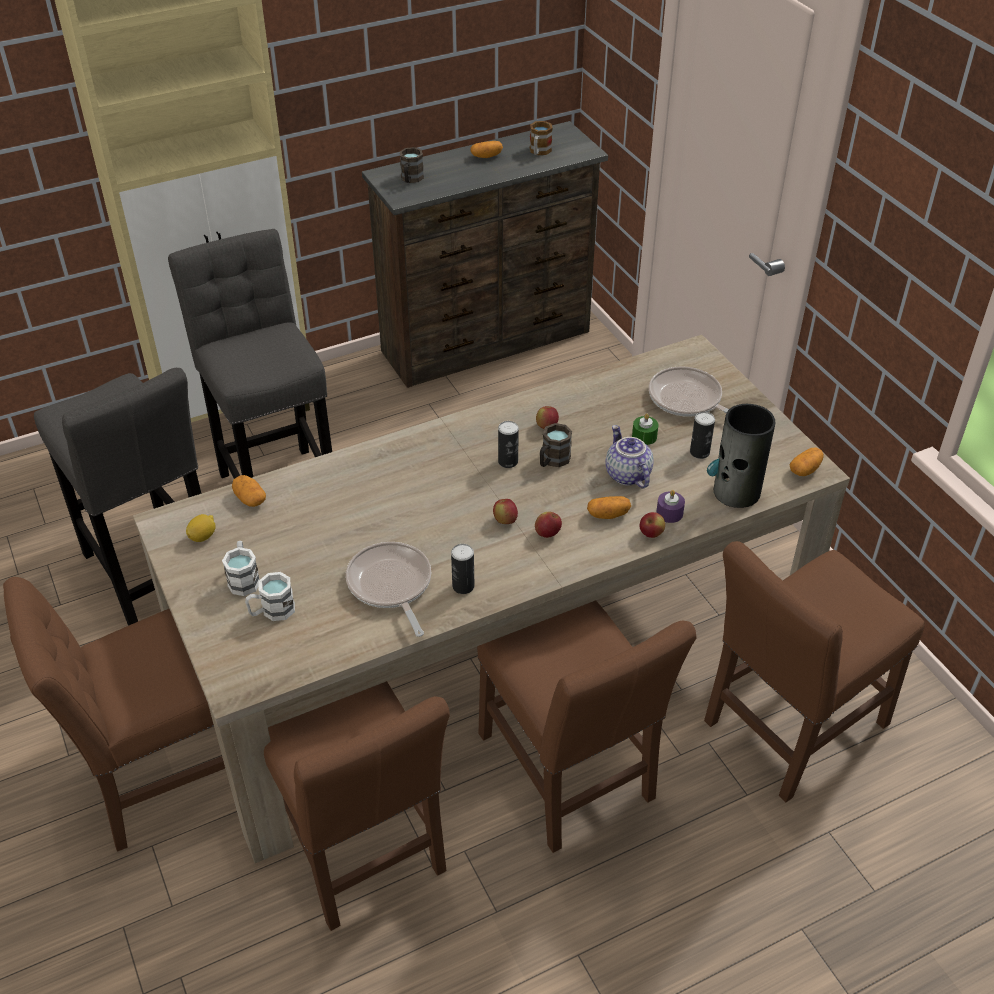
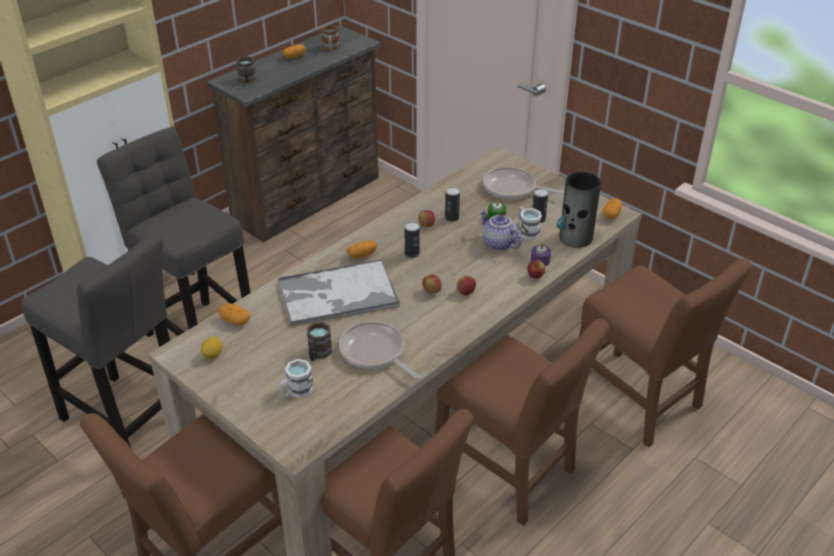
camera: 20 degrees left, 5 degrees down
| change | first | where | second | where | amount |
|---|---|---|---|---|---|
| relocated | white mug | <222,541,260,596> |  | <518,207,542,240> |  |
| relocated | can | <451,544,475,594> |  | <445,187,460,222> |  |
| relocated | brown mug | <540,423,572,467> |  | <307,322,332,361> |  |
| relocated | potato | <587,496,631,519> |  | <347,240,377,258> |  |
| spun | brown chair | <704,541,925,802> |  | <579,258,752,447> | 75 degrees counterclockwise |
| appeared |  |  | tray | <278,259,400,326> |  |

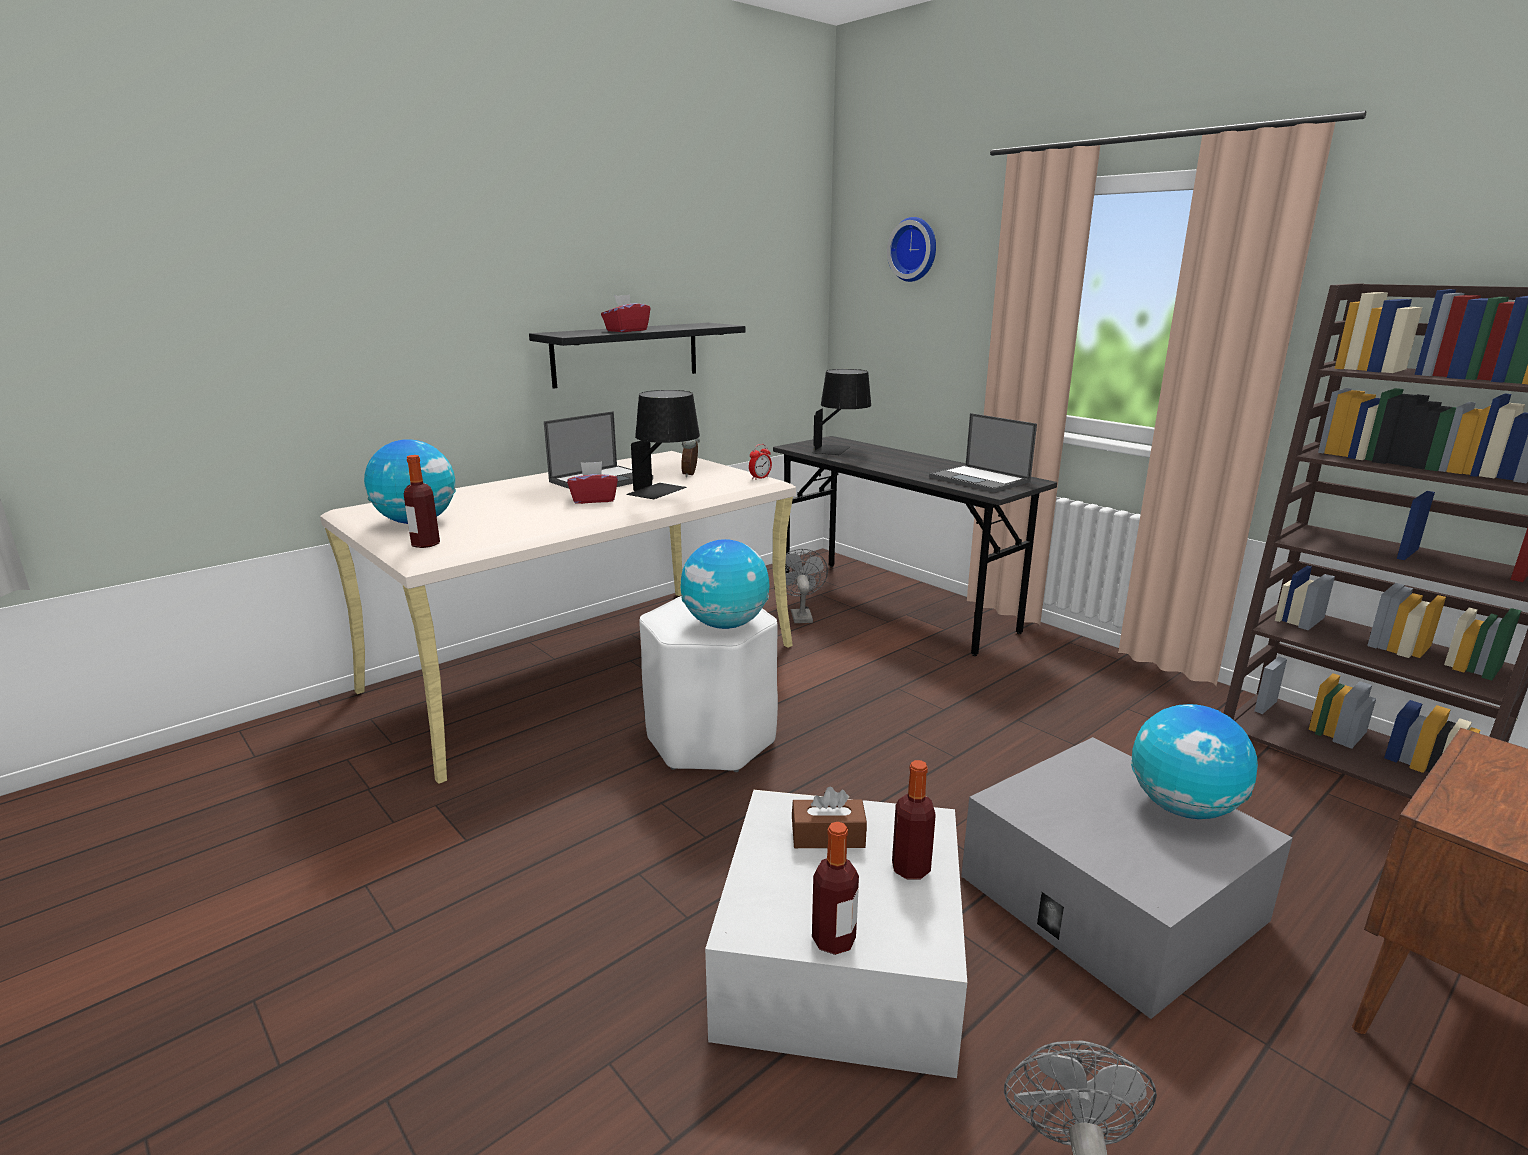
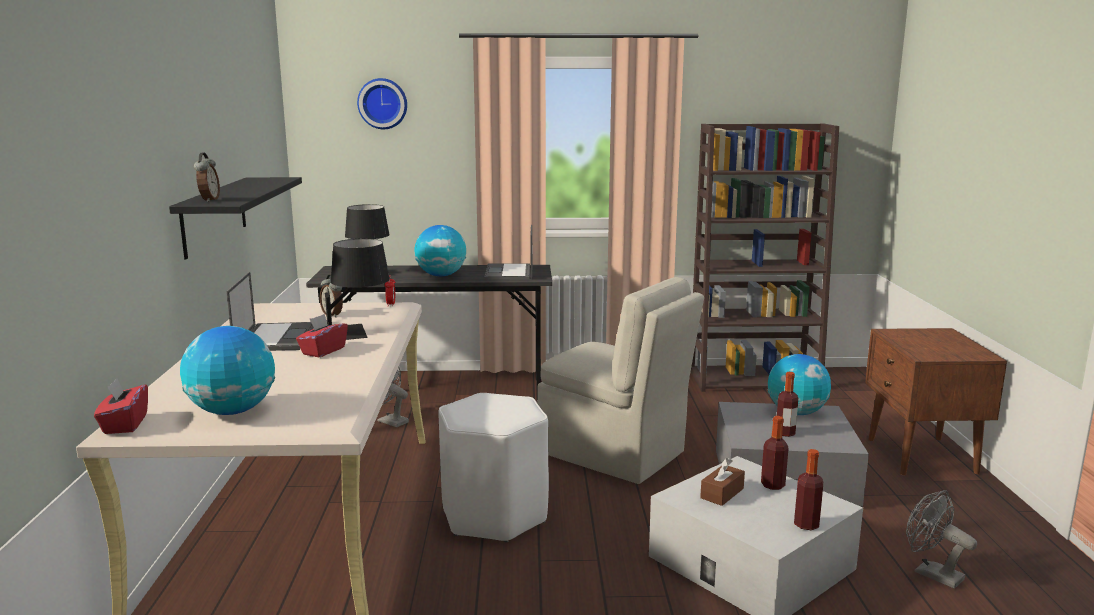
camera: 50 degrees left, 5 degrees down
| change | first | where | second | where | amount |
|---|---|---|---|---|---|
| relocated | bottle | <404,455,440,548> |  | <777,372,798,437> |  |
| relocated | red tissue box | <601,295,651,332> |  | <94,378,148,434> |  |
| relocated | globe | <681,539,770,629> |  | <414,225,466,276> |  |
| spun | laptop | <929,413,1037,492> |  | <484,225,533,280> | 90 degrees clockwise |
| appeared |  |  | alarm clock | <194,152,220,202> |  |
| appeared |  |  | beige chair | <537,277,704,484> |  |

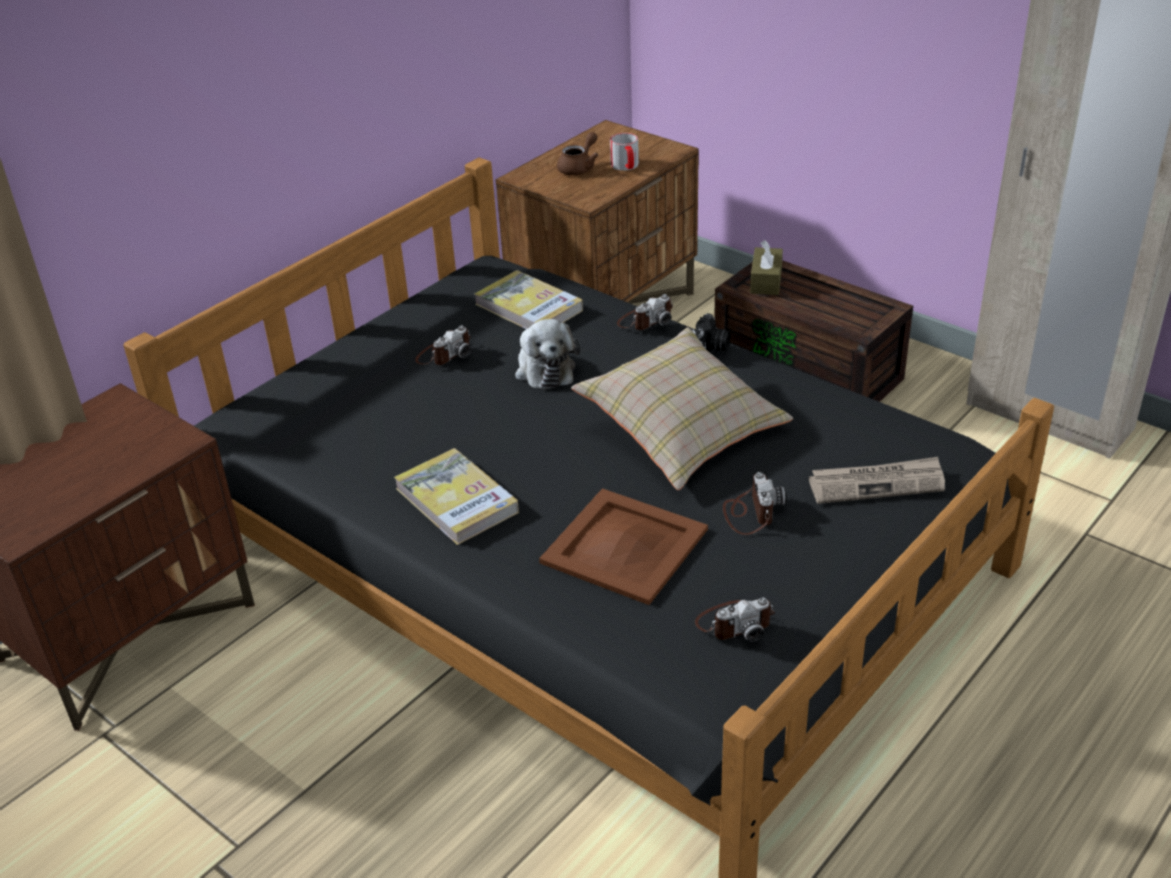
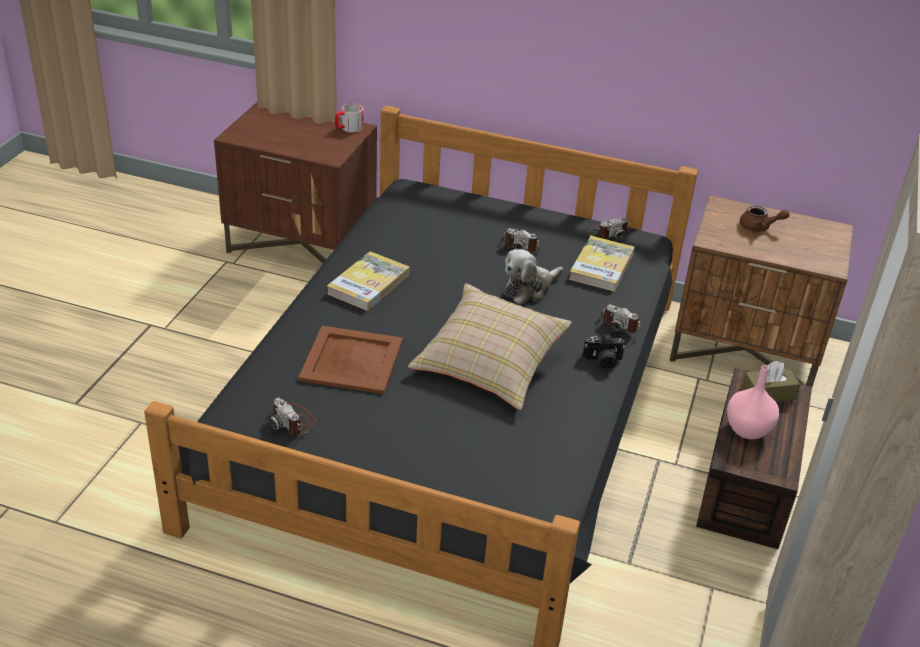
camera: 65 degrees right, 0 degrees up
| change | first | where | second | where | amount |
|---|---|---|---|---|---|
| relocated | mug | <610,133,639,171> |  | <335,103,363,133> |  |
| relocated | photo camera | <723,472,787,535> |  | <586,218,629,240> |  |
| missing | newspaper | <809,457,945,504> |  |  |  |
| appeared |  |  | pink vase | <727,365,779,439> |  |

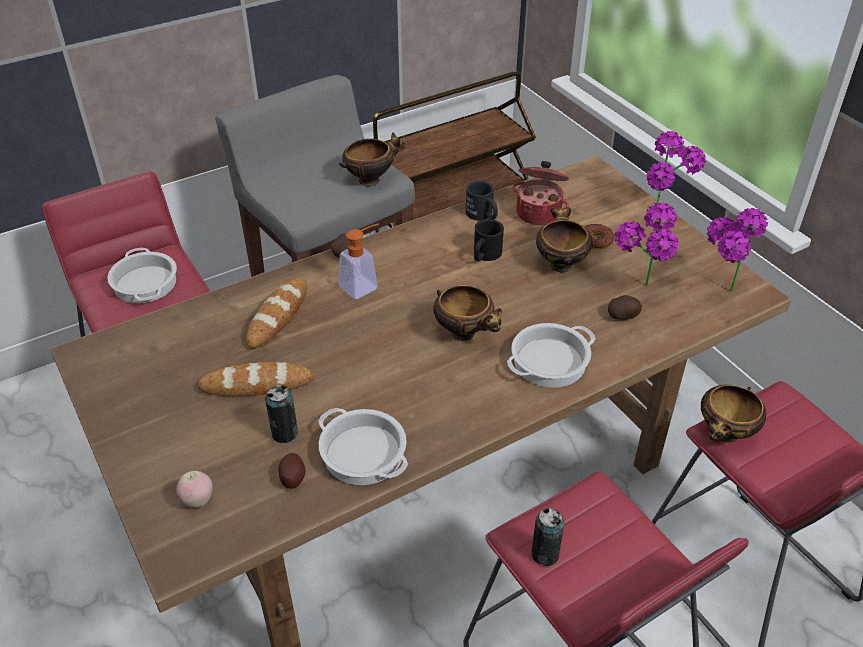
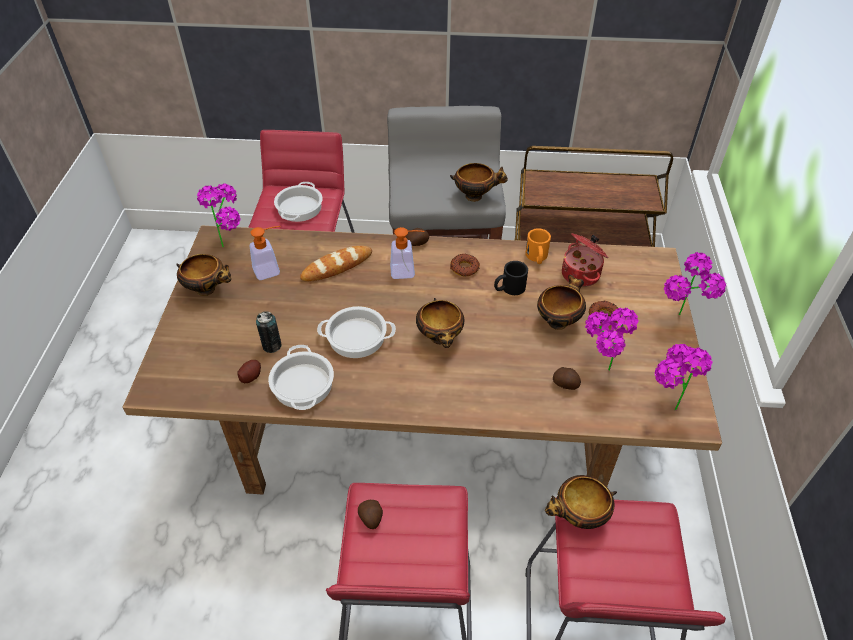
camera: 35 degrees right, 5 degrees up
| change | first | where | second | where | amount |
|---|---|---|---|---|---|
| missing | apple | <176,471,213,508> |  |  |  |
| missing | bread | <197,362,314,396> |  |  |  |
| colour | black mug | <466,181,498,220> | orange mug | <525,228,551,264> |  |
| relocated | cooking pot | <507,323,596,388> |  | <317,306,396,358> |  |
| exchanged | can | <532,508,564,566> | potato | <358,500,383,529> |  |
| appeared |  |  | bowl | <176,254,231,296> |  |
| appeared |  |  | potted plant | <197,183,240,247> |  |
| appeared |  |  | soap dispenser | <250,226,280,280> |  |
| appeared |  |  | donut | <450,254,480,277> |  |

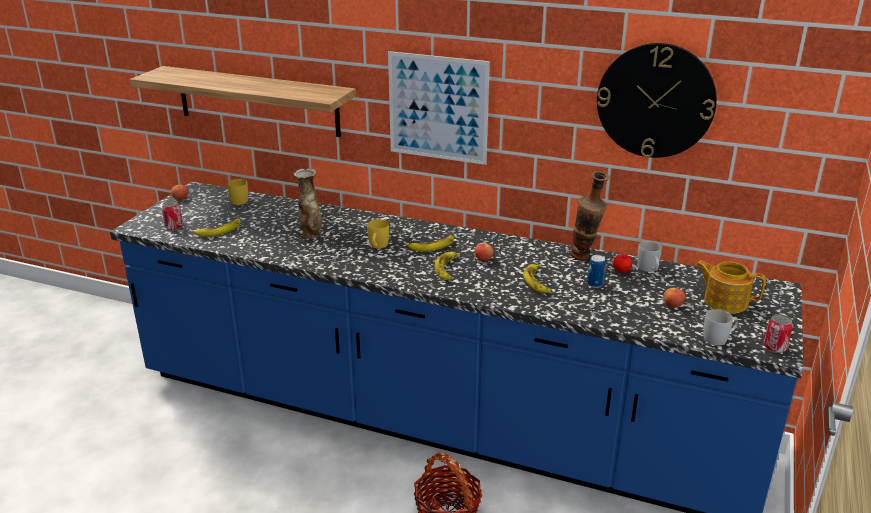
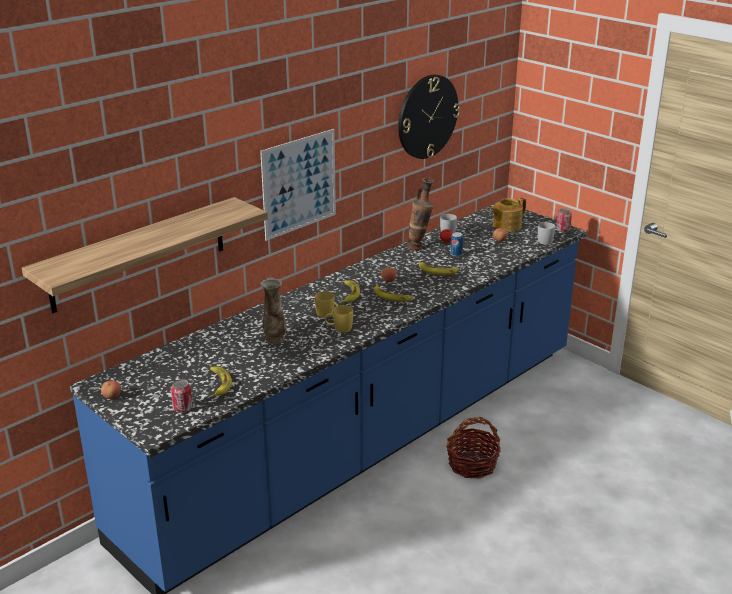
camera: 65 degrees left, 0 degrees up
| change | first | where | second | where | amount |
|---|---|---|---|---|---|
| relocated | yellow mug | <227,179,248,205> |  | <325,305,353,332> |  |

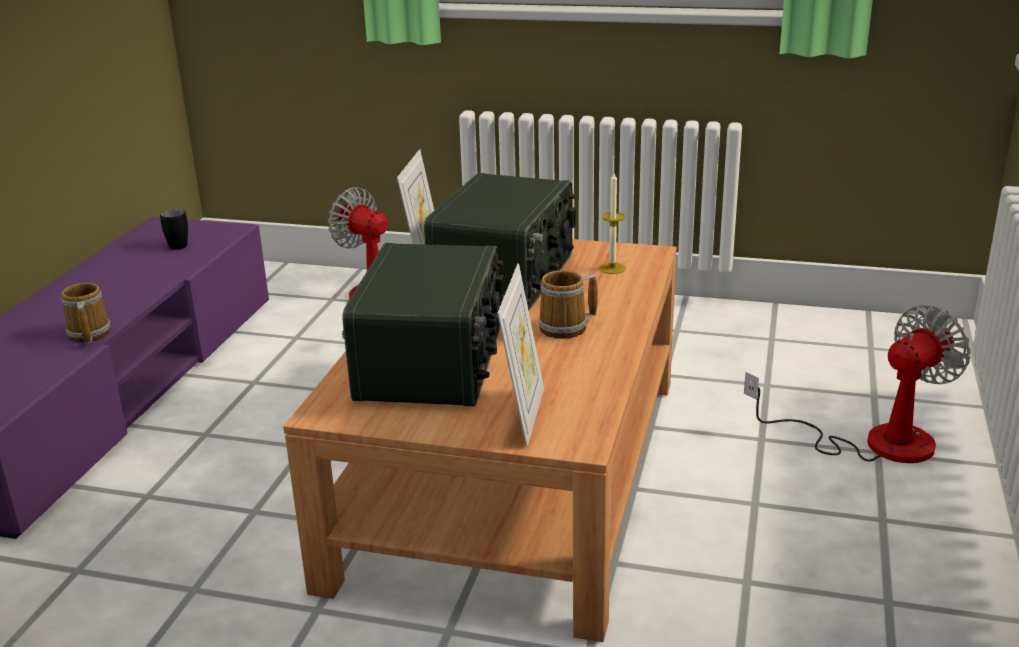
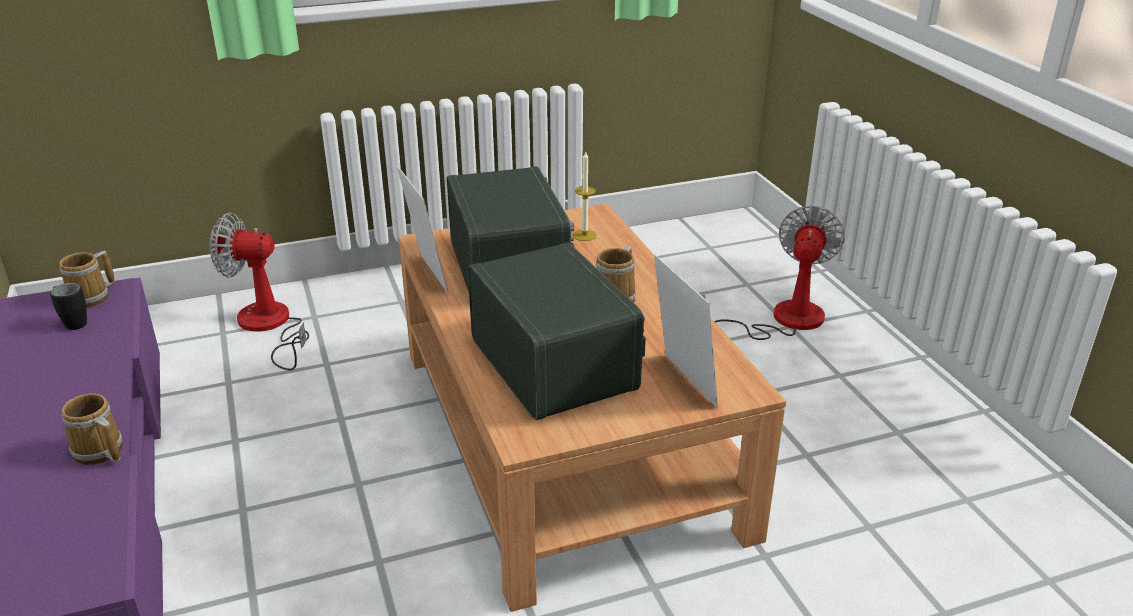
camera: 35 degrees left, 5 degrees up
| change | first | where | second | where | amount |
|---|---|---|---|---|---|
| appeared |  |  | mug | <60,251,115,308> |  |

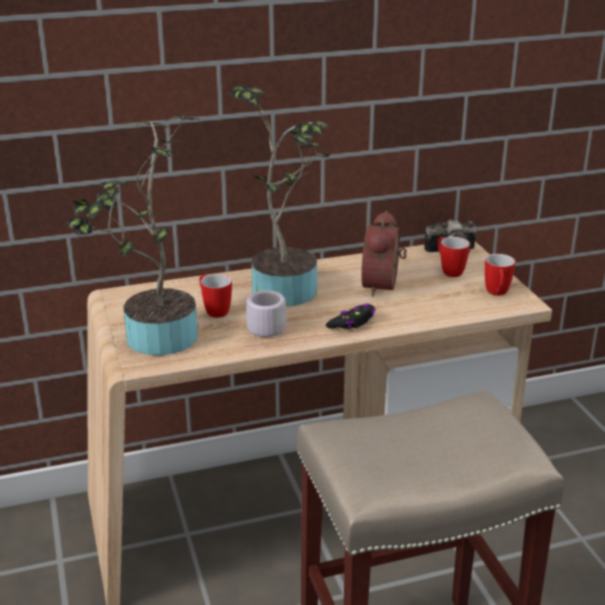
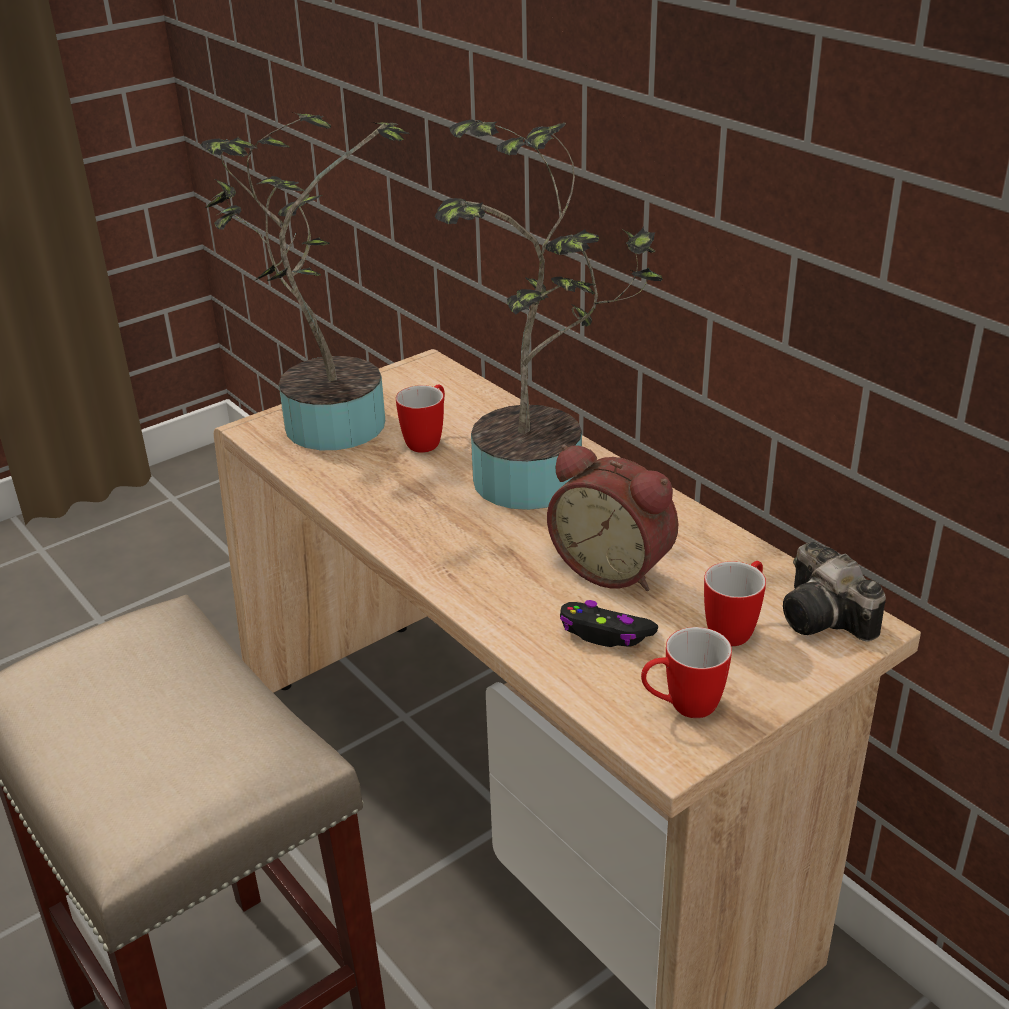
camera: 70 degrees right, 5 degrees up
| change | first | where | second | where | amount |
|---|---|---|---|---|---|
| missing | grey mug | <246,286,286,344> |  |  |  |
| relocated | black game controller | <326,303,376,329> |  | <560,600,658,647> |  |
| spun | alarm clock | <361,211,407,297> |  | <547,445,679,591> | 135 degrees counterclockwise |

